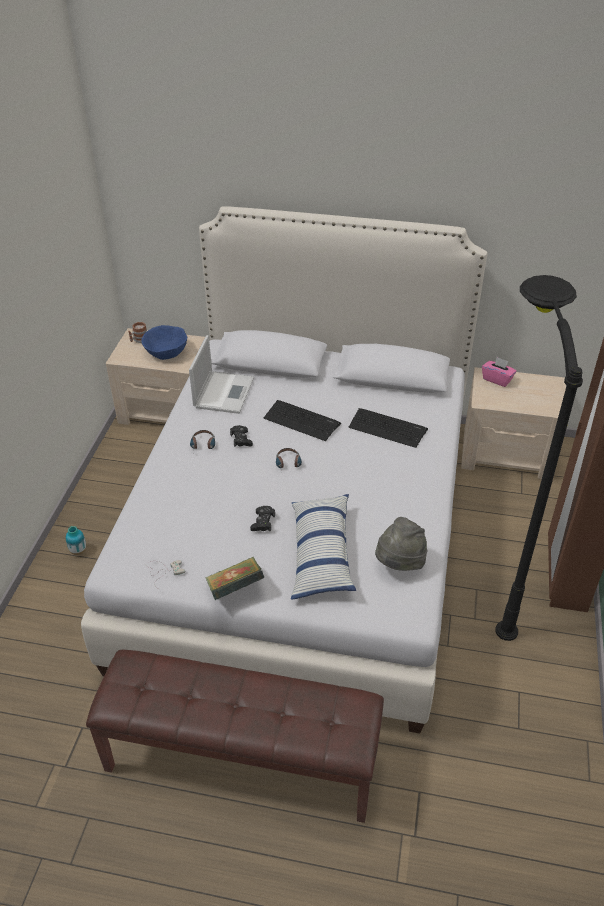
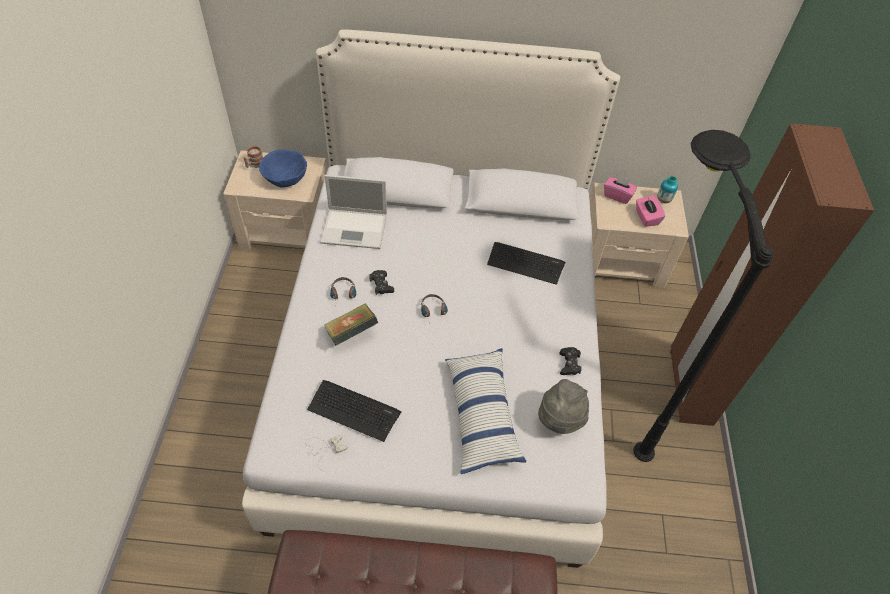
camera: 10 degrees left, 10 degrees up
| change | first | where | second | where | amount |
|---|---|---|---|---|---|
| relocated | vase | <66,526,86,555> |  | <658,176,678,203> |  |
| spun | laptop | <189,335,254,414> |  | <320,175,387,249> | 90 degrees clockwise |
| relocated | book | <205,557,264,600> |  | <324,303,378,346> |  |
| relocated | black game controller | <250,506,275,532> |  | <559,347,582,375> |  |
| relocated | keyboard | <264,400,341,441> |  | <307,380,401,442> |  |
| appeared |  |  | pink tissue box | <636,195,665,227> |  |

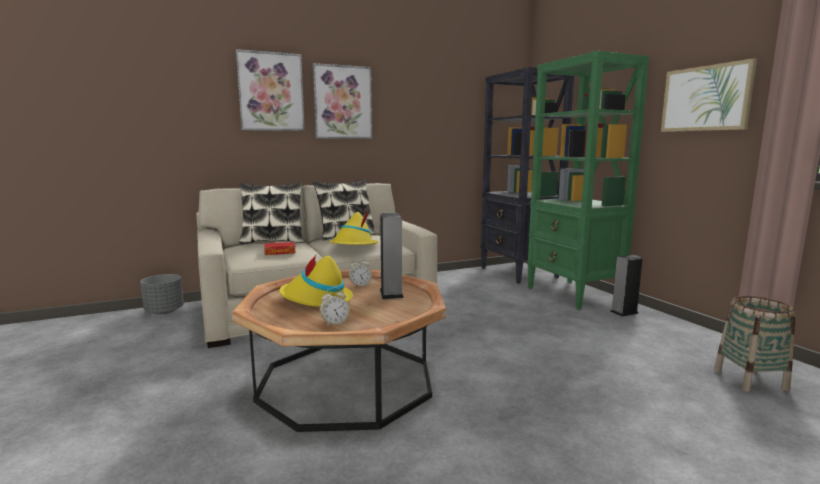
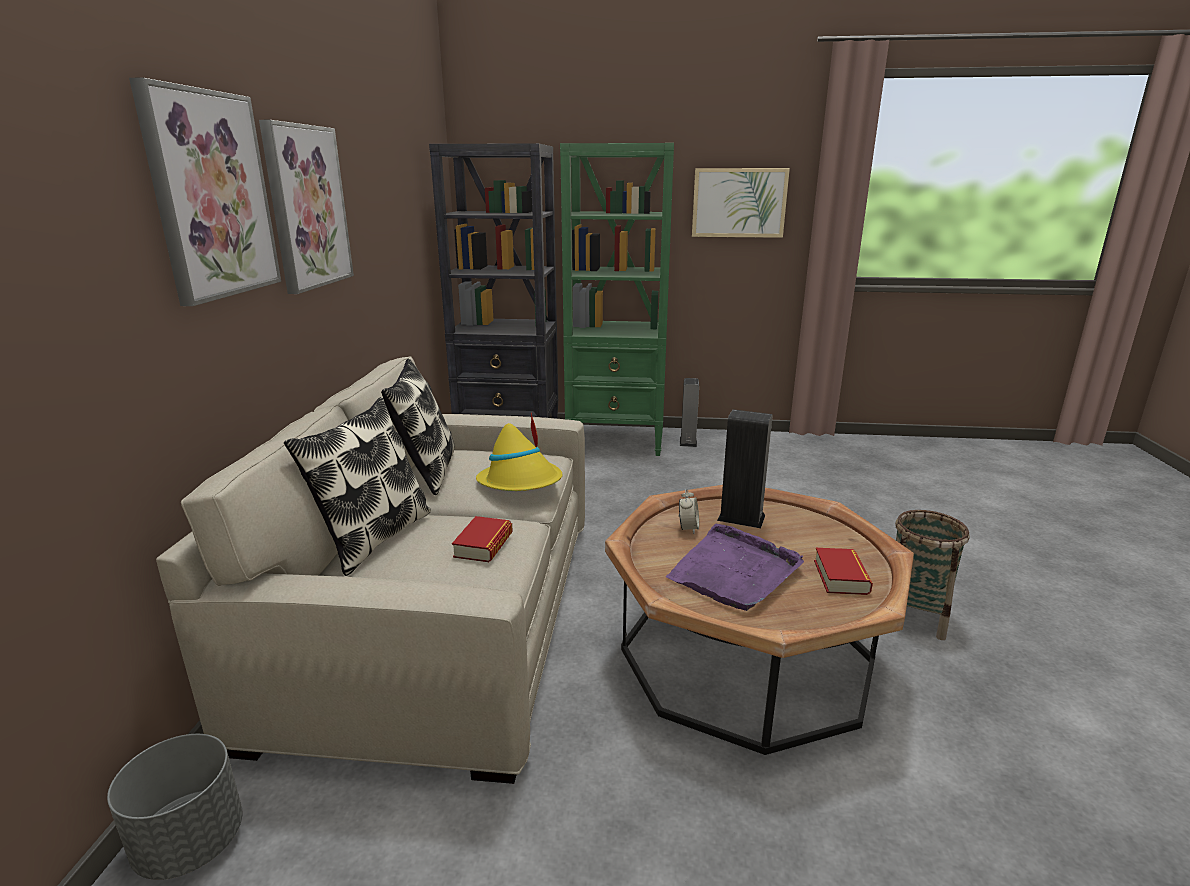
camera: 60 degrees left, 10 degrees up
| change | first | where | second | where | amount |
|---|---|---|---|---|---|
| exchanged | yellow hat | <279,255,353,307> | purple tray | <666,524,804,611> |  |
| exchanged | alarm clock | <320,287,349,326> | book | <814,548,873,595> |  |
| relocated | basket | <714,296,795,392> |  | <895,510,970,640> |  |

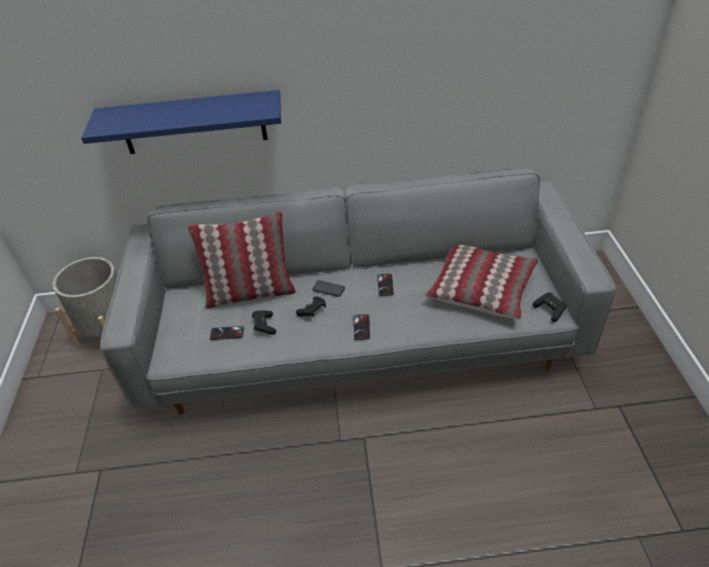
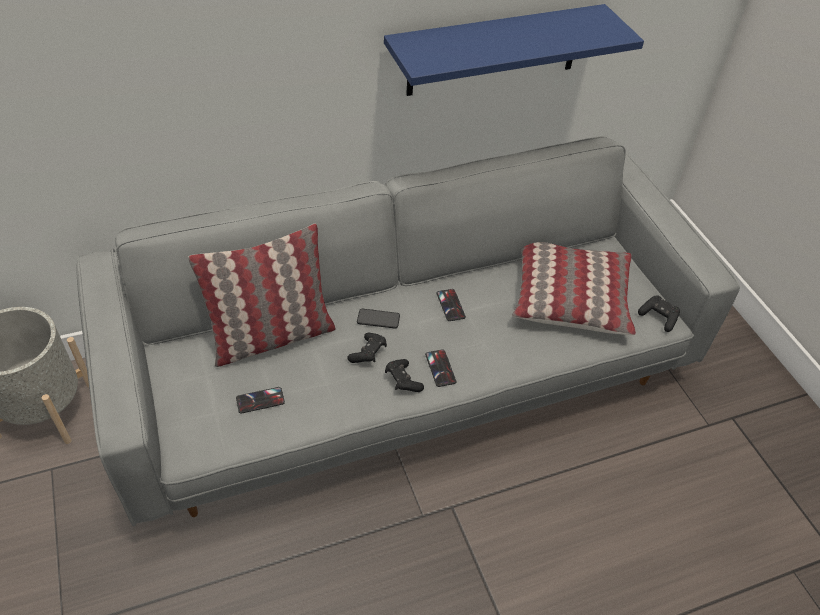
camera: 20 degrees left, 5 degrees up
| change | first | where | second | where | amount |
|---|---|---|---|---|---|
| relocated | blue shelf | <81,90,281,154> |  | <384,4,644,96> |  |
| relocated | black game controller | <252,310,276,335> |  | <385,359,424,392> |  |

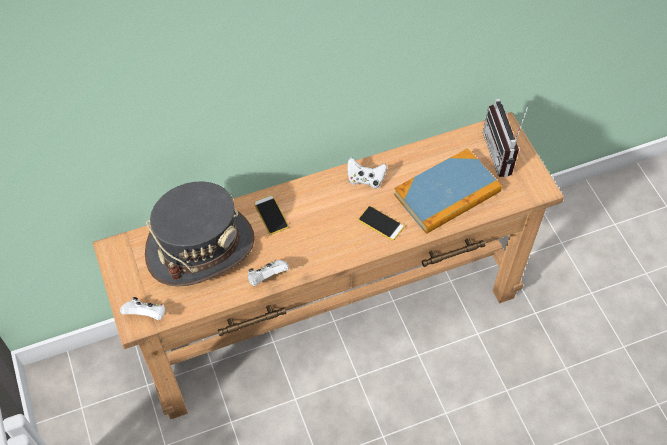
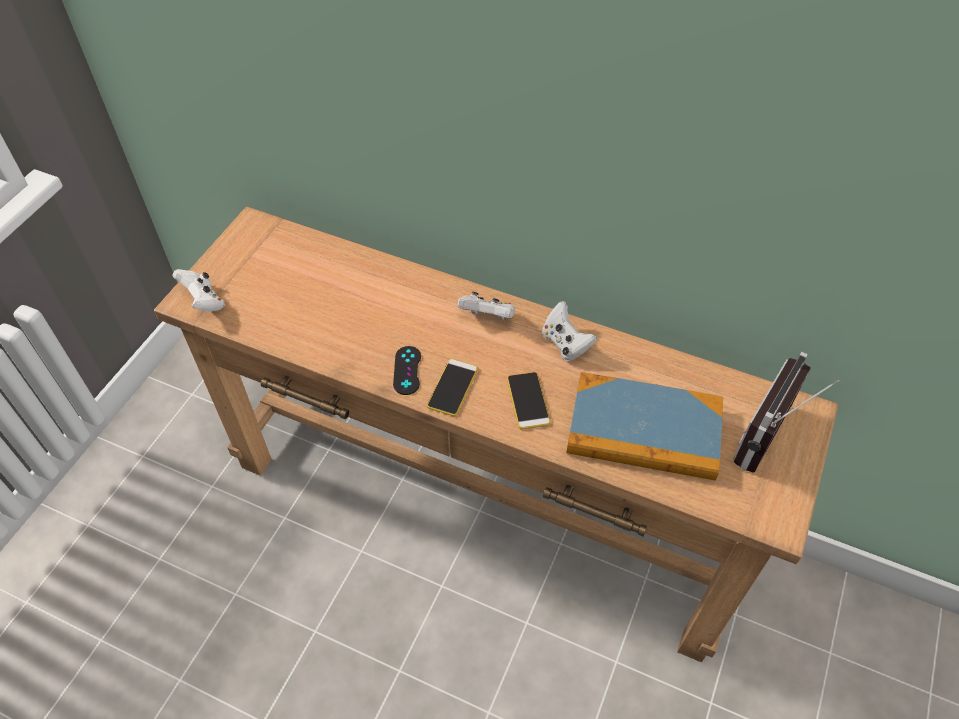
camera: 45 degrees right, 5 degrees down
| change | first | where | second | where | amount |
|---|---|---|---|---|---|
| missing | grey hat | <145,181,255,286> |  |  |  |
| relocated | white game controller | <248,260,289,286> |  | <457,292,515,320> |  |
| relocated | phone | <254,195,289,235> |  | <427,359,478,416> |  |
| appeared |  |  | black game controller | <393,346,421,395> |  |

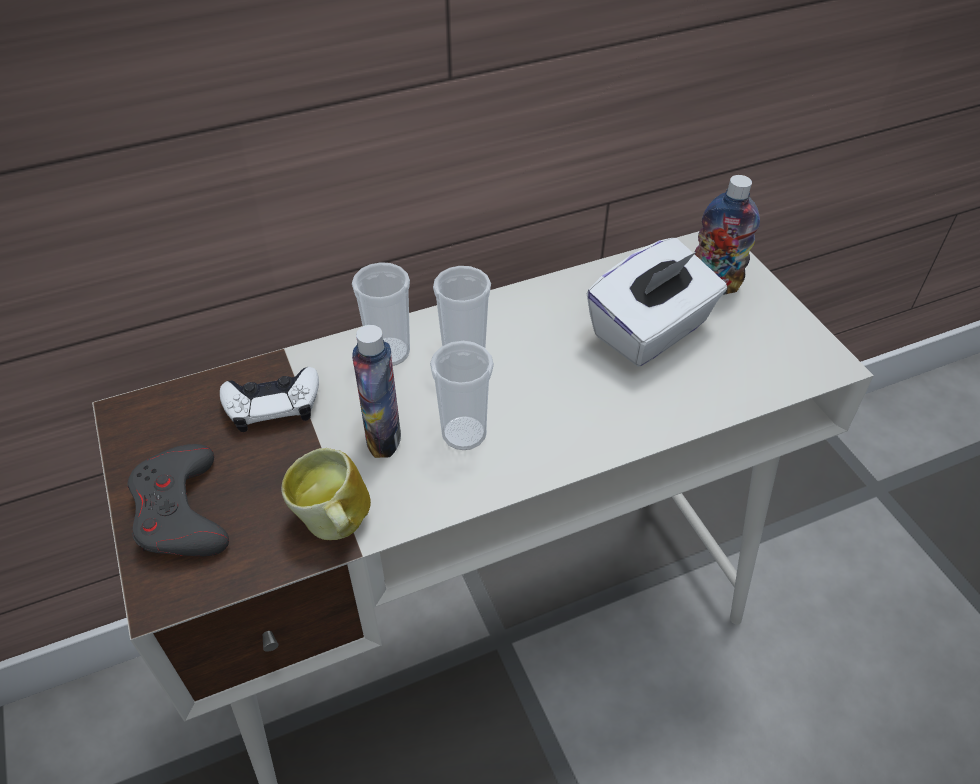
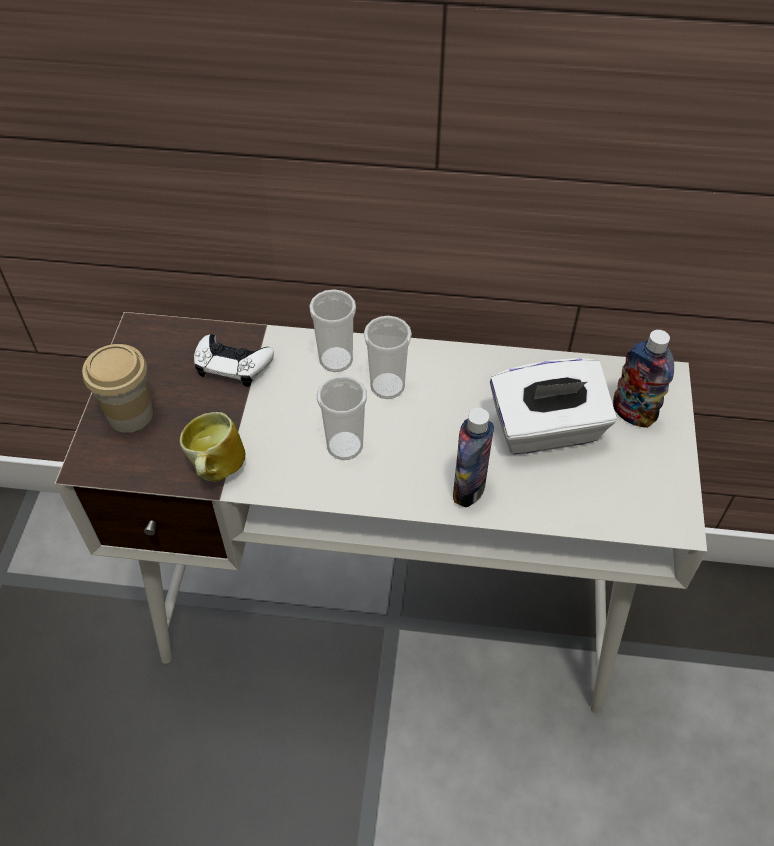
camera: 30 degrees right, 5 degrees up
| change | first | where | second | where | amount |
|---|---|---|---|---|---|
| exchanged | grey game controller | <127,444,229,556> | cup | <82,344,153,433> |  |
| relocated | bottle | <352,325,401,458> |  | <453,408,494,507> |  |

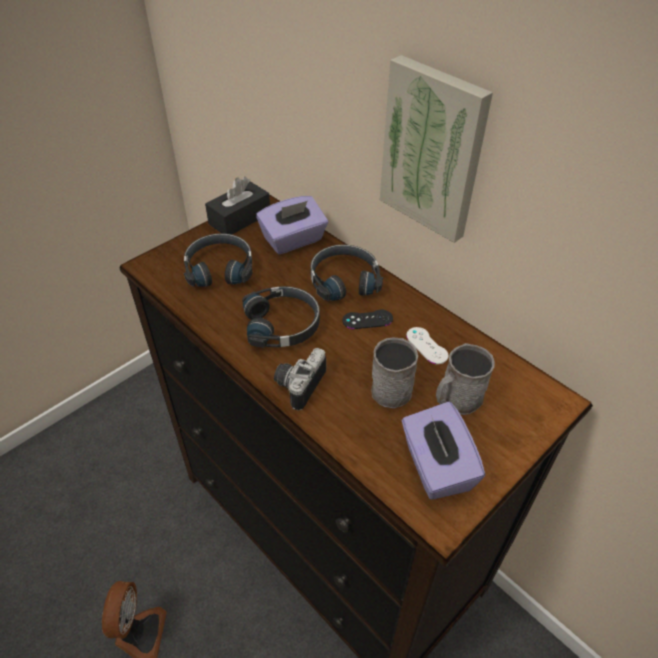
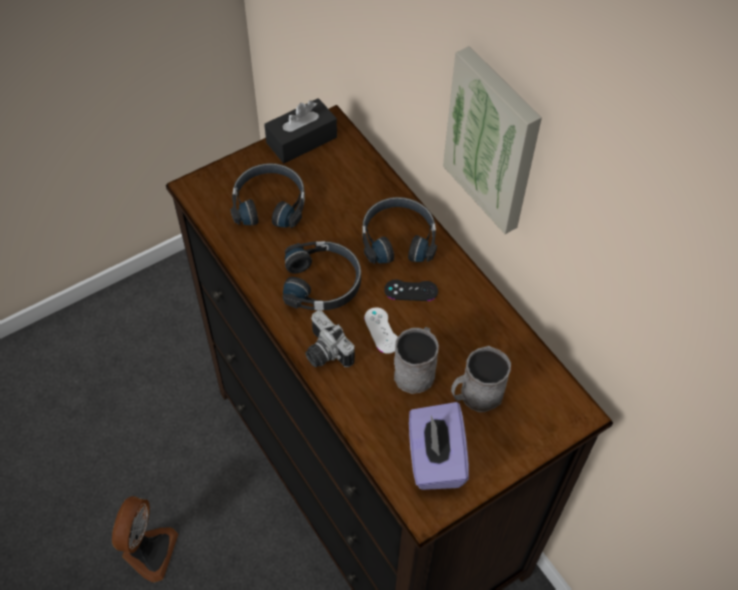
camera: 10 degrees right, 10 degrees up
| change | first | where | second | where | amount |
|---|---|---|---|---|---|
| missing | purple tissue box | <256,196,328,254> |  |  |  |
| spun | photo camera | <274,348,326,410> |  | <305,310,355,367> | 75 degrees counterclockwise |
| relocated | white game controller | <406,327,448,364> |  | <364,308,398,354> |  |

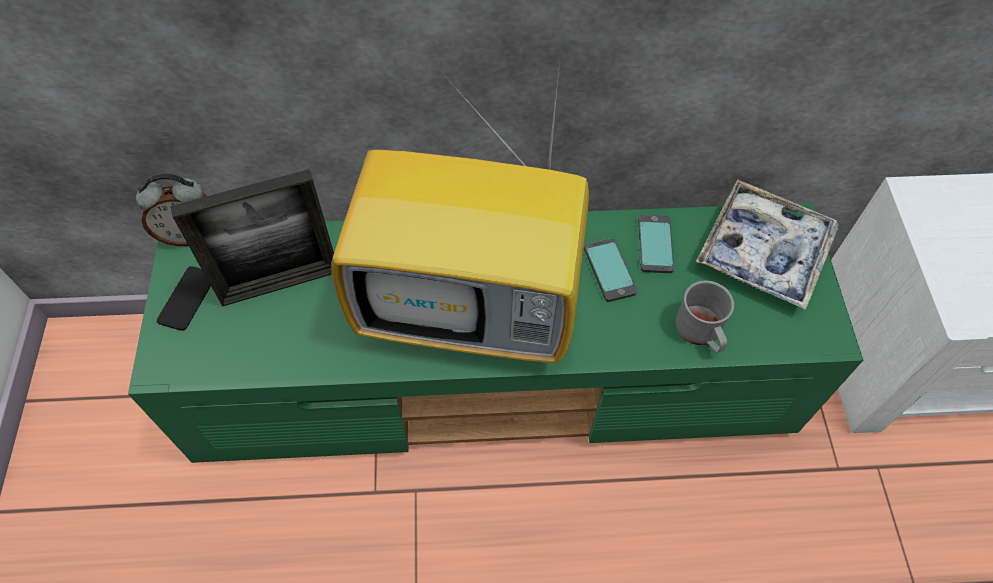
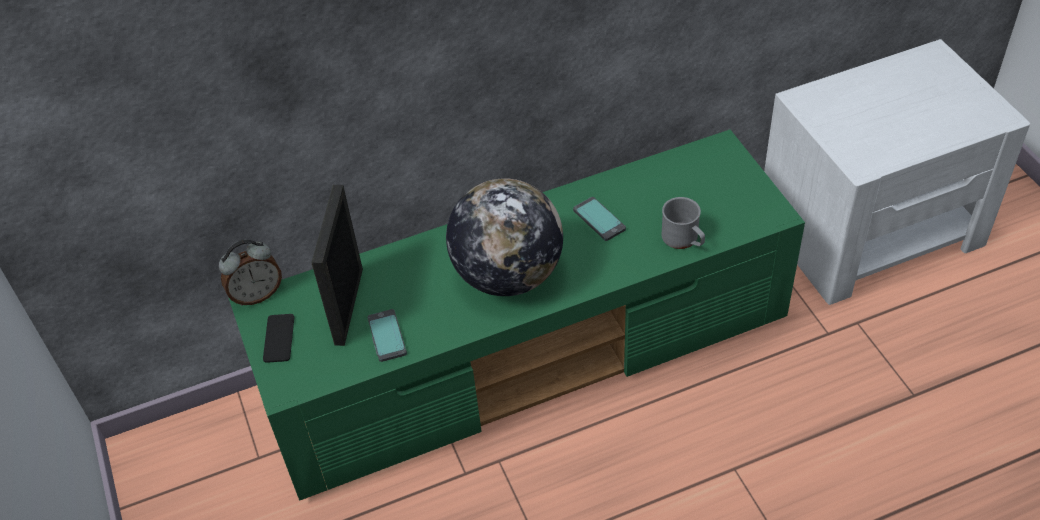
camera: 15 degrees left, 10 degrees down
| change | first | where | second | where | amount |
|---|---|---|---|---|---|
| spun | picture frame | <170,169,334,307> |  | <311,185,363,346> | 135 degrees clockwise |
| exchanged | television | <331,61,589,363> | globe | <446,178,563,296> |  |
| relocated | phone | <638,215,674,273> |  | <367,309,407,362> |  |
| missing | tray | <696,179,839,310> |  |  |  |

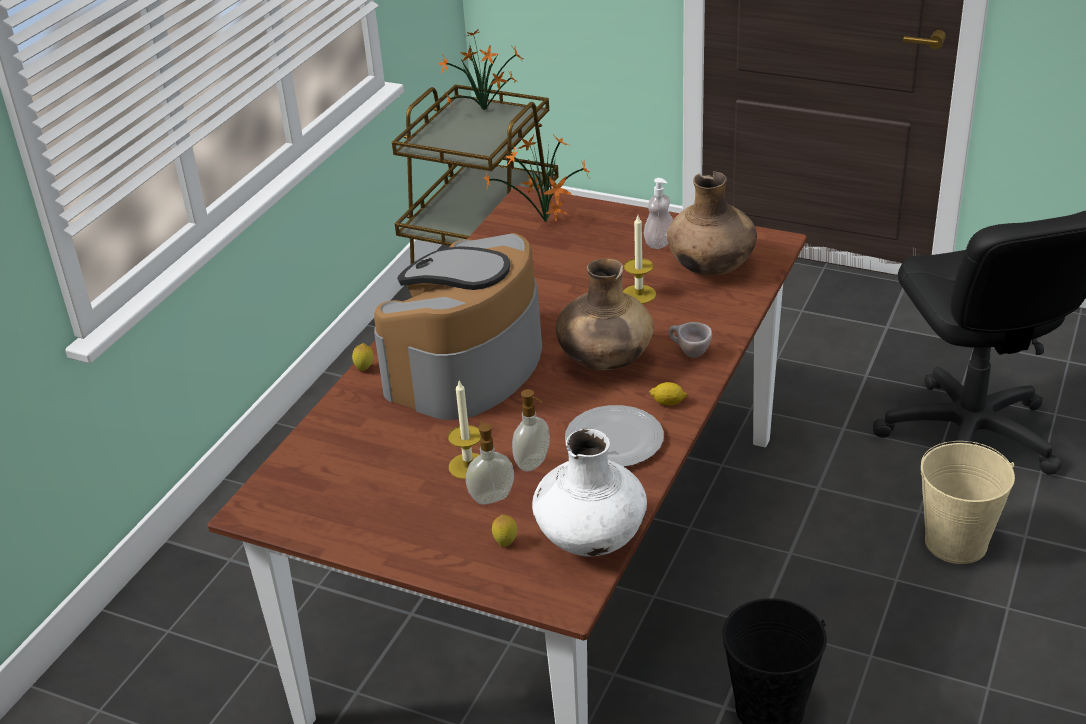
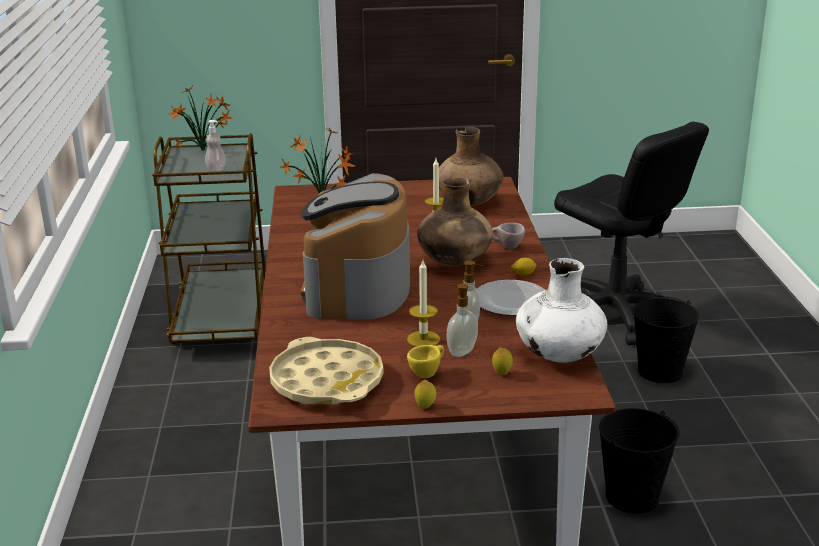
camera: 30 degrees left, 10 degrees down
| change | first | where | second | where | amount |
|---|---|---|---|---|---|
| relocated | lemon | <352,343,374,371> |  | <415,380,436,409> |  |
| relocated | soap dispenser | <644,178,673,249> |  | <205,120,226,172> |  |
| colour | beige bucket | <921,441,1015,564> | black bucket | <633,296,699,383> |  |
| appeared |  |  | beige tray | <269,337,384,405> |  |
| appeared |  |  | yellow cup | <407,345,444,379> |  |

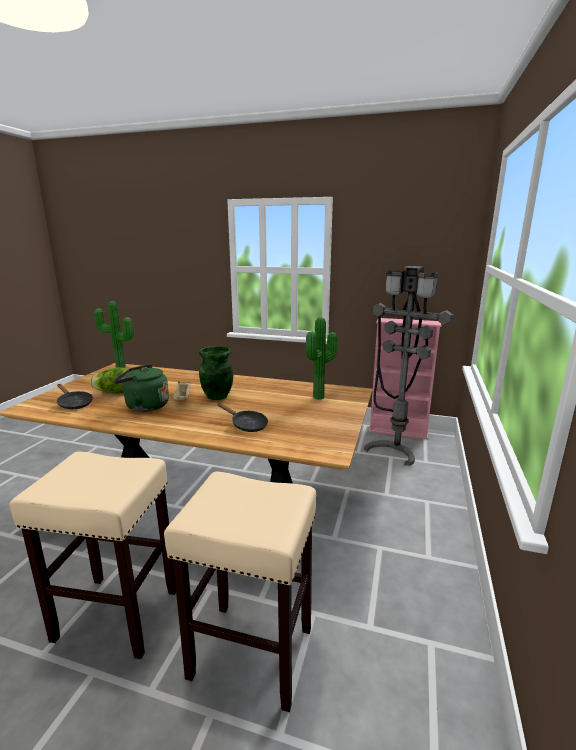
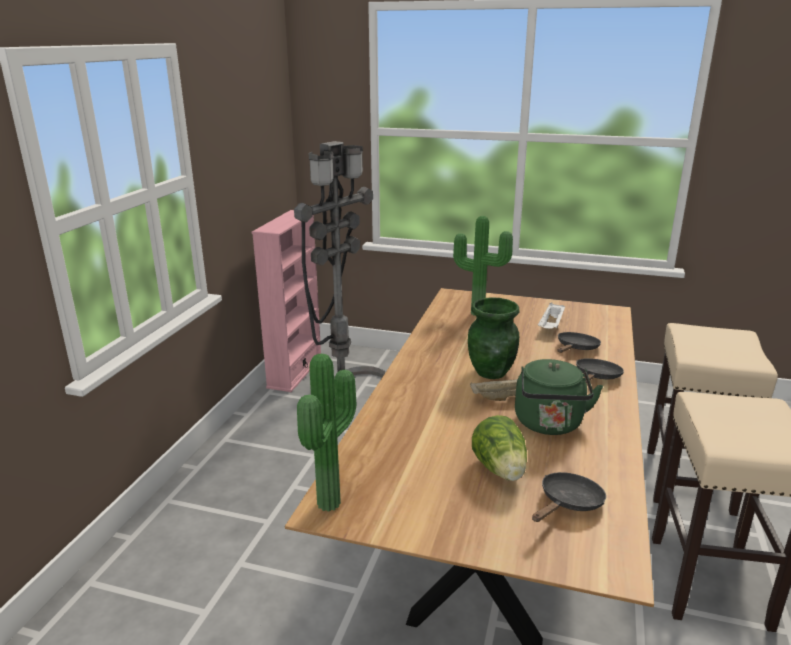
camera: 90 degrees left, 5 degrees up
| change | first | where | second | where | amount |
|---|---|---|---|---|---|
| appeared |  |  | white tray | <538,303,565,329> |  |
| appeared |  |  | black frying pan | <576,358,624,383> |  |

